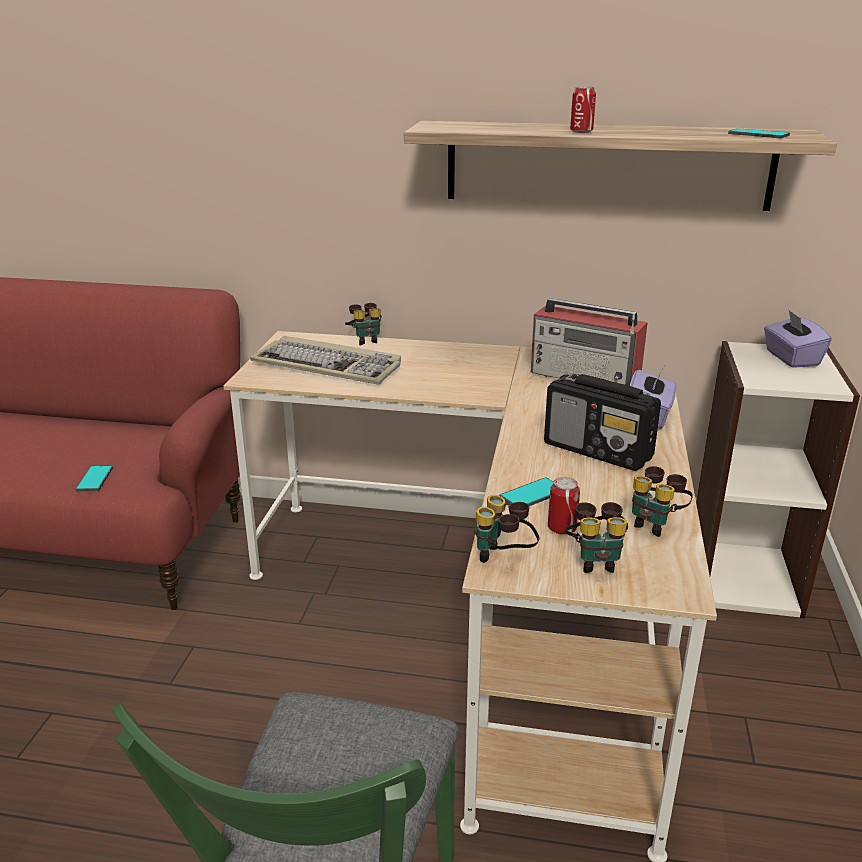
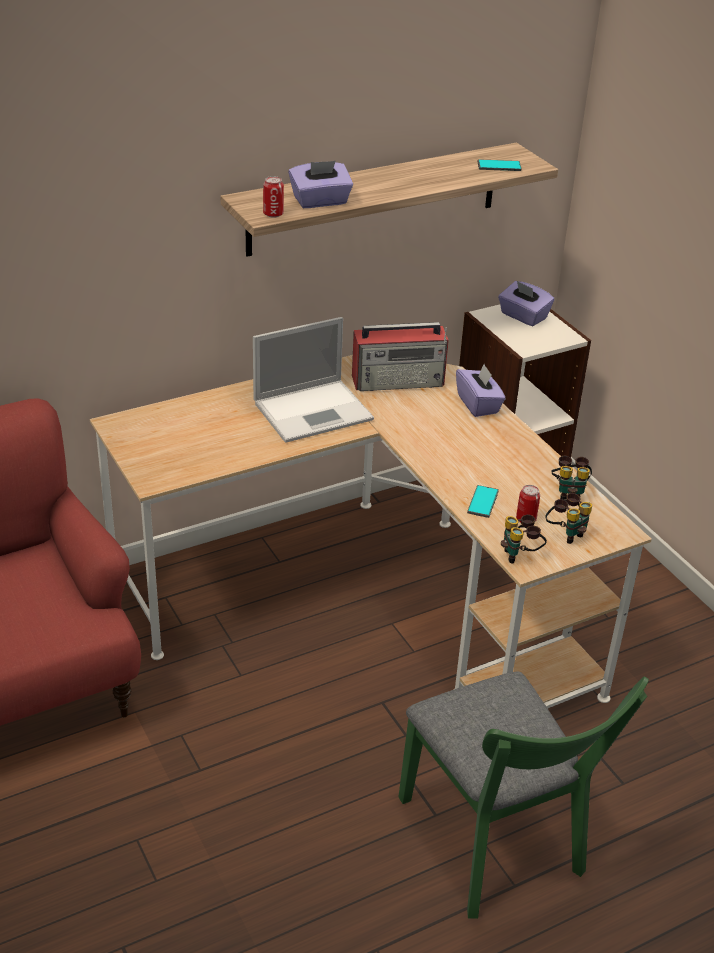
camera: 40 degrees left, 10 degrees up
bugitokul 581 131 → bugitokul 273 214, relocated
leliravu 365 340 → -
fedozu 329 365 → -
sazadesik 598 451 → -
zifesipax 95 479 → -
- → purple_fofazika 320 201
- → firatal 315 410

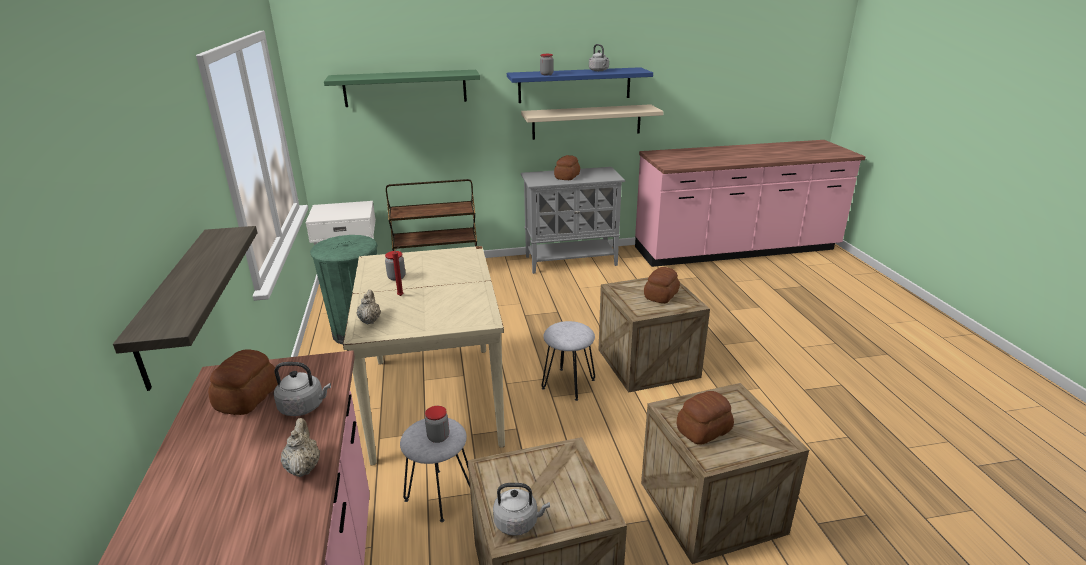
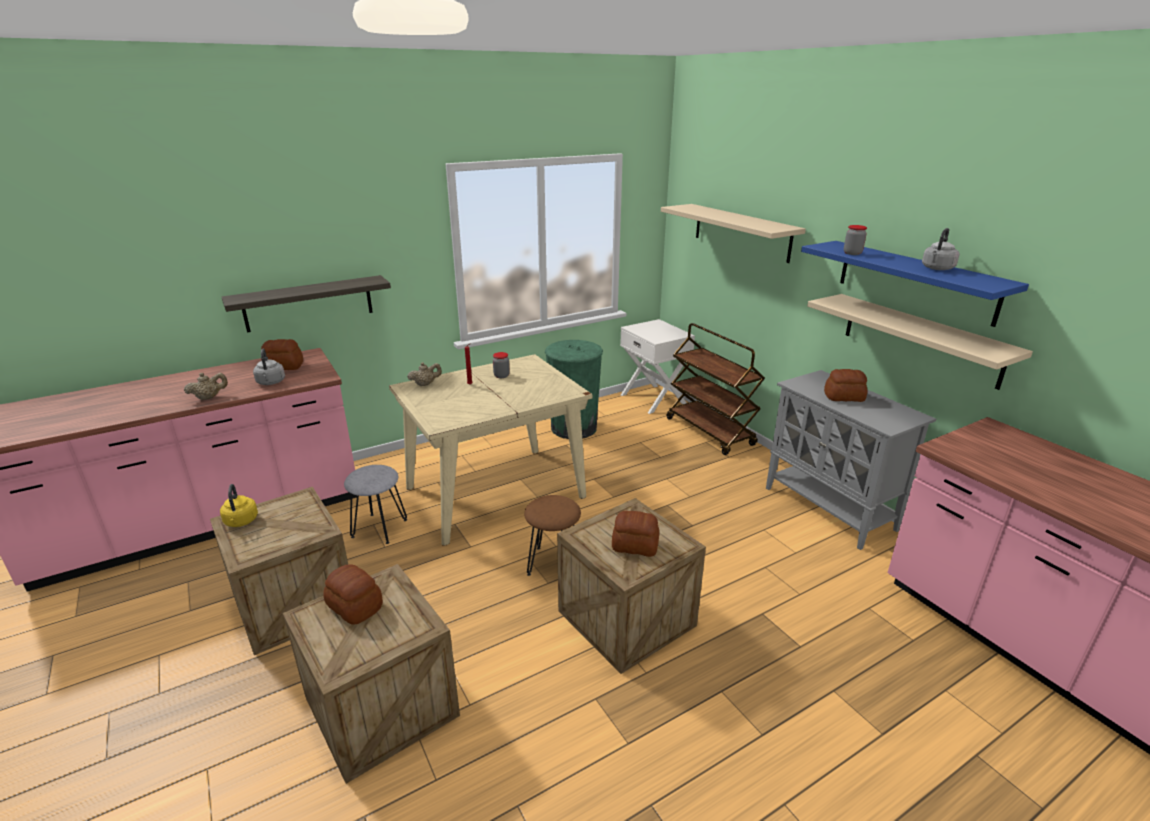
camera: 70 degrees right, 0 degrees up
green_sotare 405 88 → beige_sotare 741 232
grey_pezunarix 569 384 → brown_pezunarix 553 563
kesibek 438 437 → -
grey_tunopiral 518 522 → yellow_tunopiral 241 522

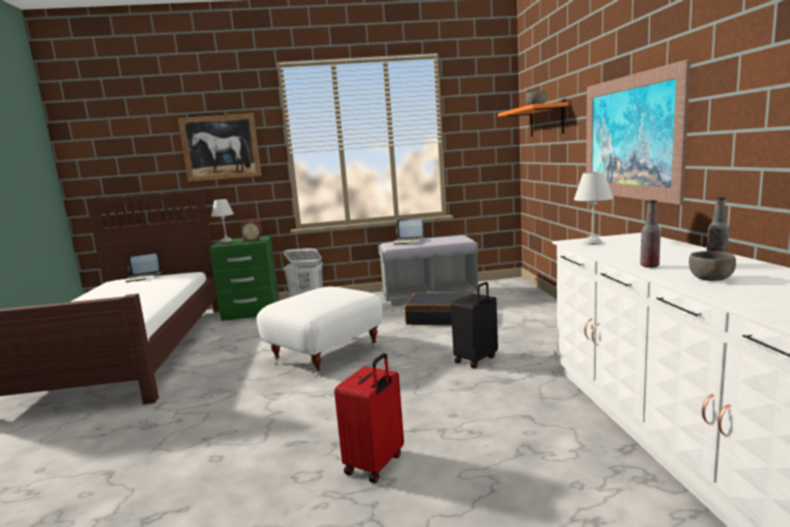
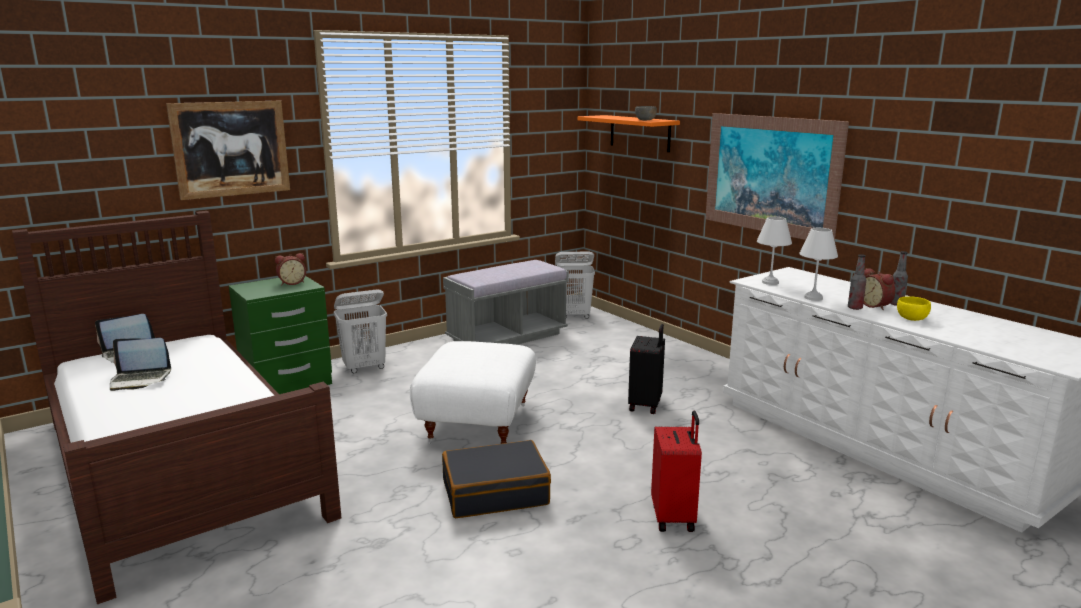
camera: 30 degrees left, 5 degrees up
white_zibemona 226 241 → white_zibemona 814 298, relocated
firatal 408 241 → firatal 140 380, relocated
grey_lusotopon 711 279 → yellow_lusotopon 912 318
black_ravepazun 438 318 → black_ravepazun 495 492, relocated
- → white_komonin 574 316
- → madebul 875 306

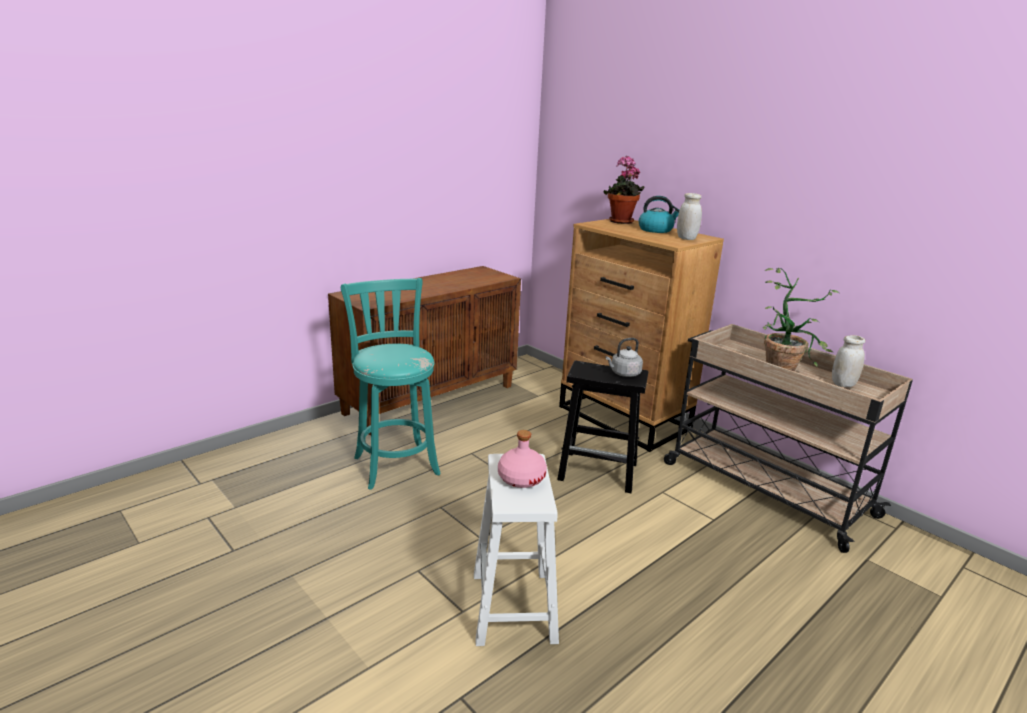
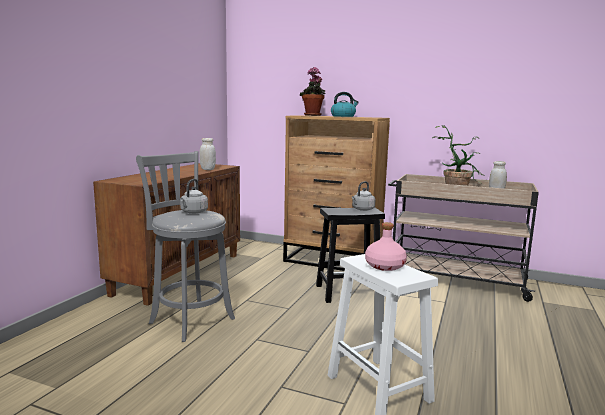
camera: 25 degrees left, 10 degrees down
white_kesibek 686 238 → white_kesibek 207 169, relocated
turquoise_pezunarix 395 463 → grey_pezunarix 189 319
- → grey_tunopiral 193 212

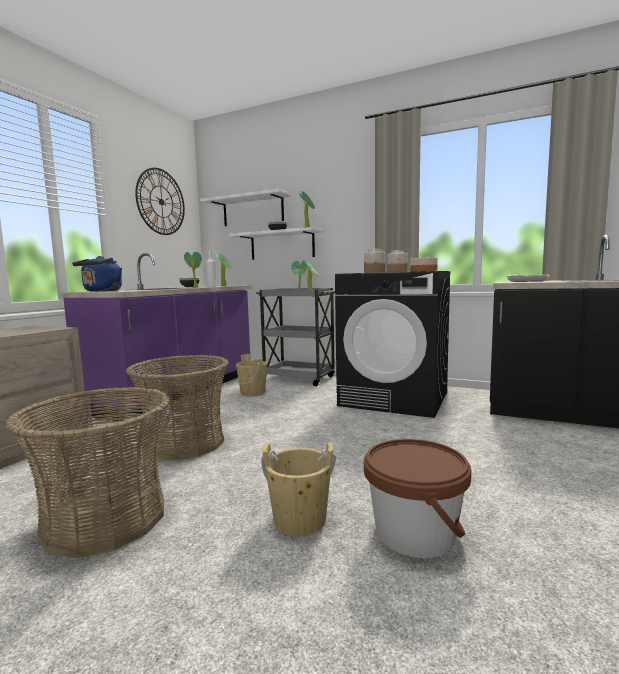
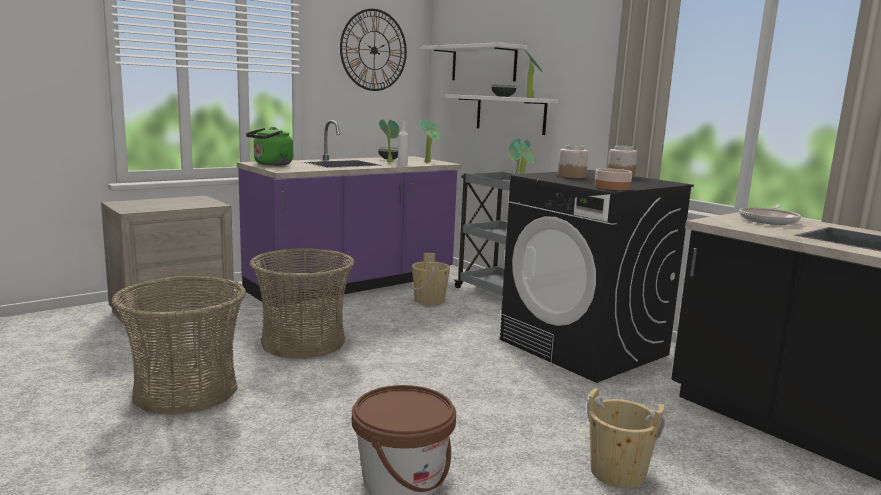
camera: 25 degrees right, 5 degrees up
blue_tunopiral 101 291 → green_tunopiral 271 164
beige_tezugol 300 520 → beige_tezugol 617 472, relocated

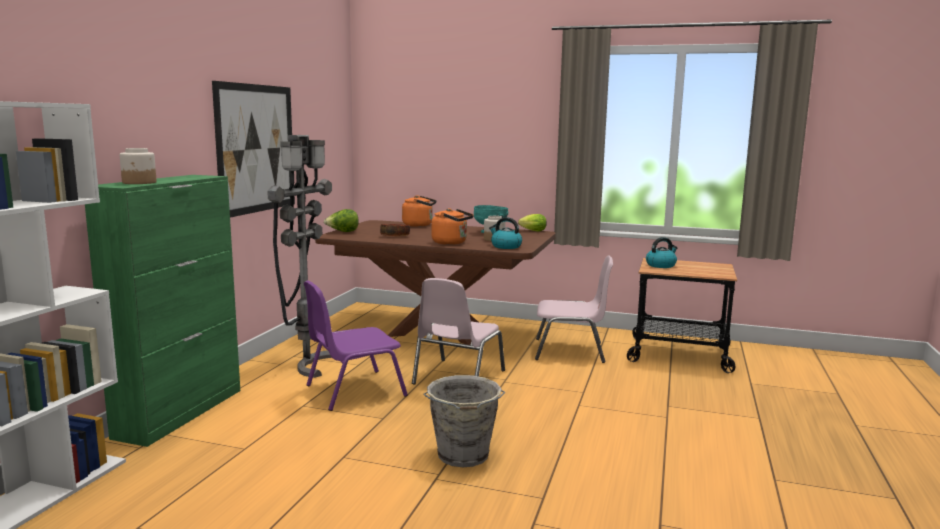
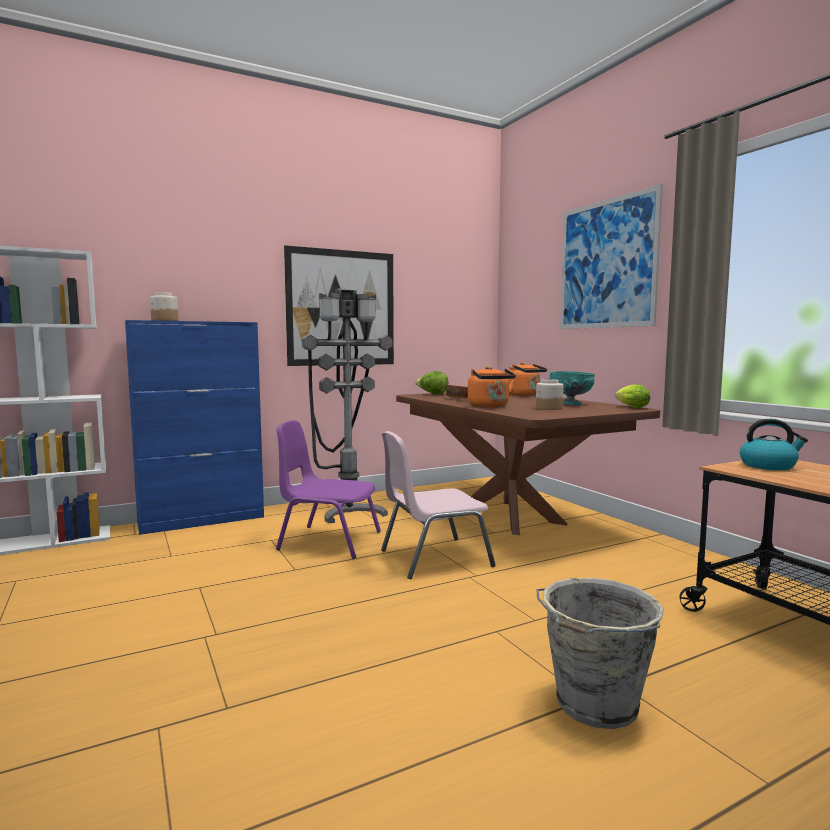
camera: 45 degrees right, 5 degrees down
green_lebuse 181 412 → blue_lebuse 202 520
tunopiral 505 246 → -
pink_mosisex 570 351 → -
grey_tezugol 463 456 → grey_tezugol 595 705, relocated
- → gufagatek 606 264

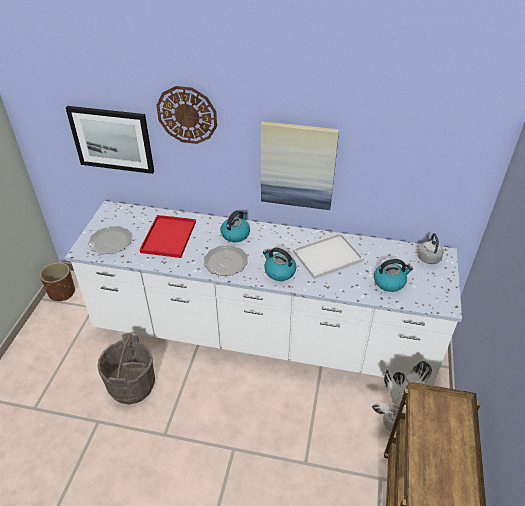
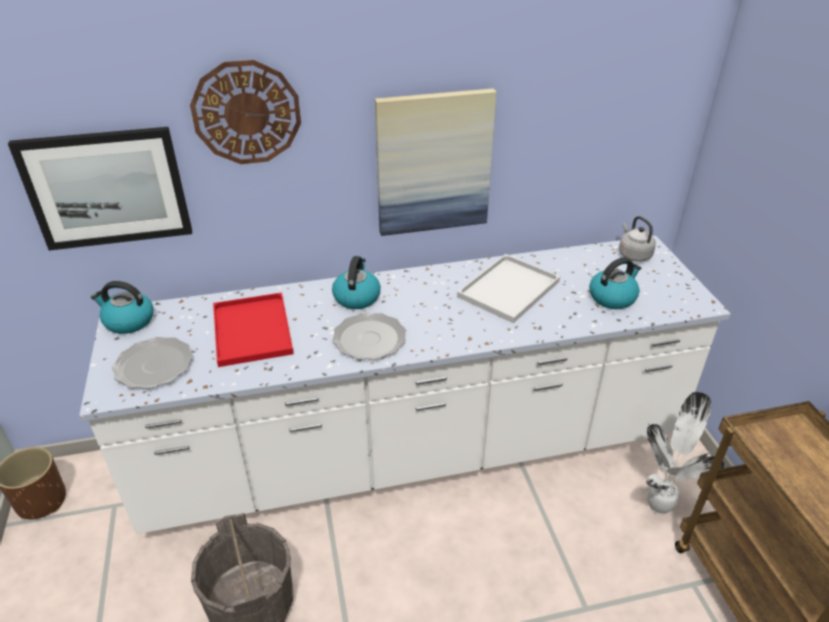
camera: 25 degrees left, 5 degrees down
tunopiral 279 272 → tunopiral 128 321, relocated

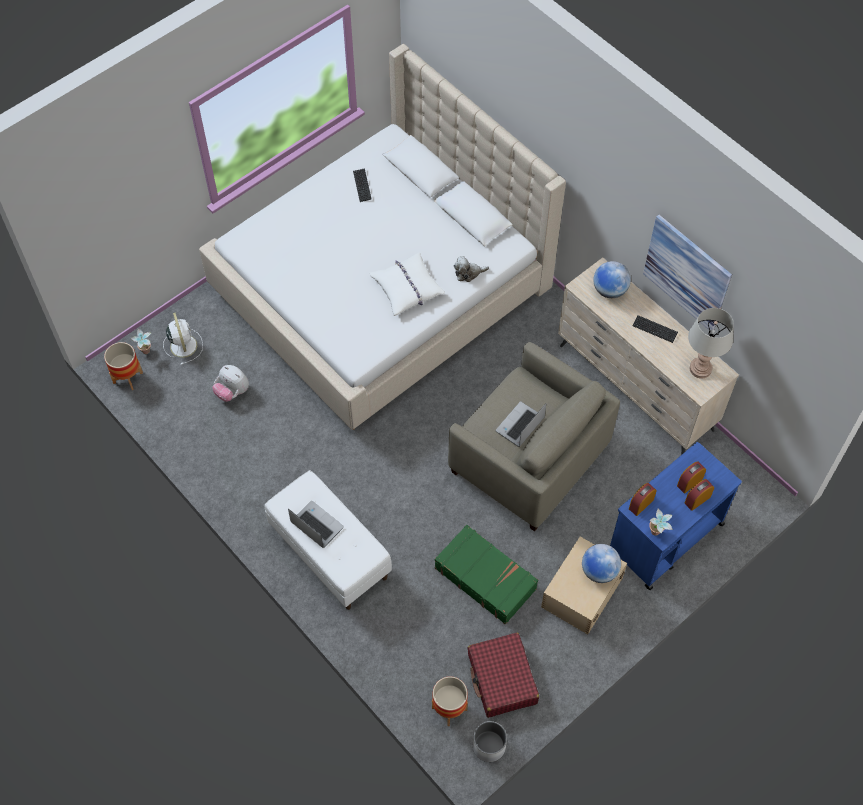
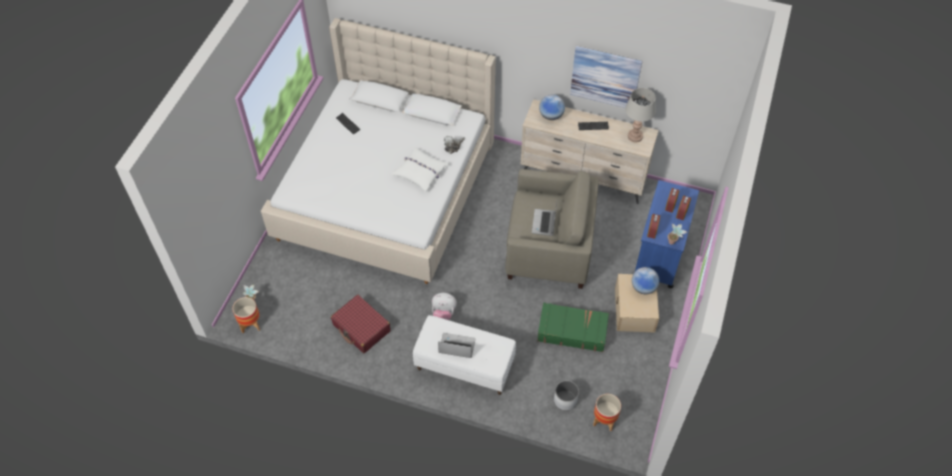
camera: 30 degrees left, 5 degrees down
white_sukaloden 183 345 → -
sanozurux 232 392 → sanozurux 444 313, relocated
red_ravepazun 502 679 → red_ravepazun 361 328, relocated
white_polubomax 489 746 → white_polubomax 565 400, relocated

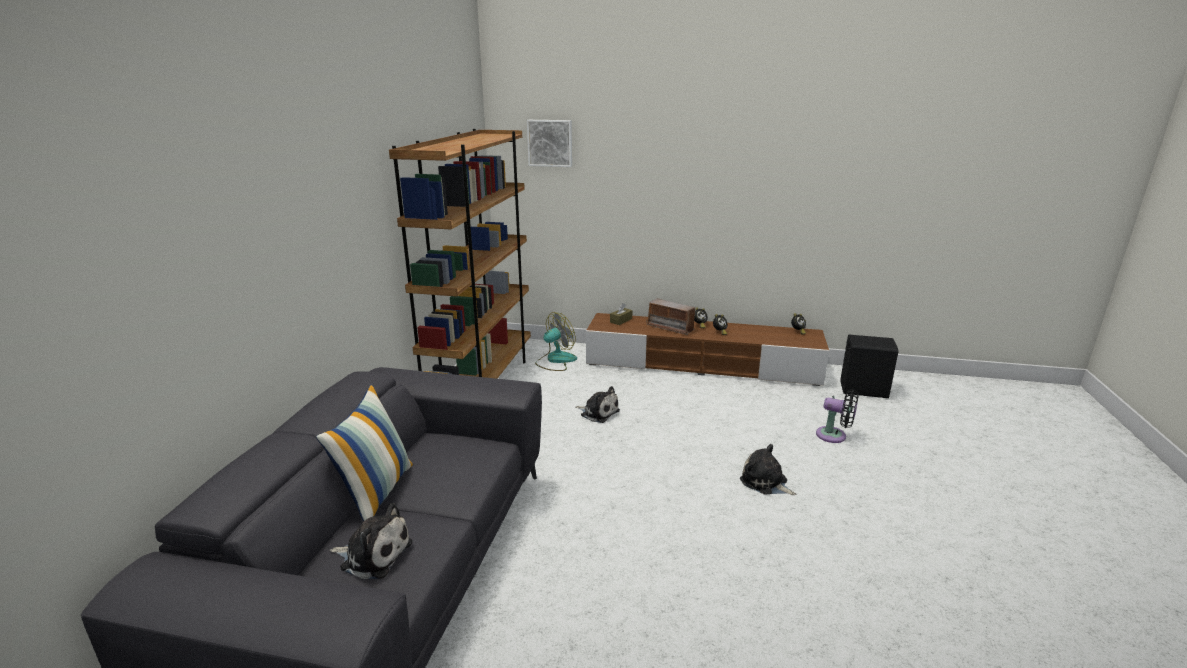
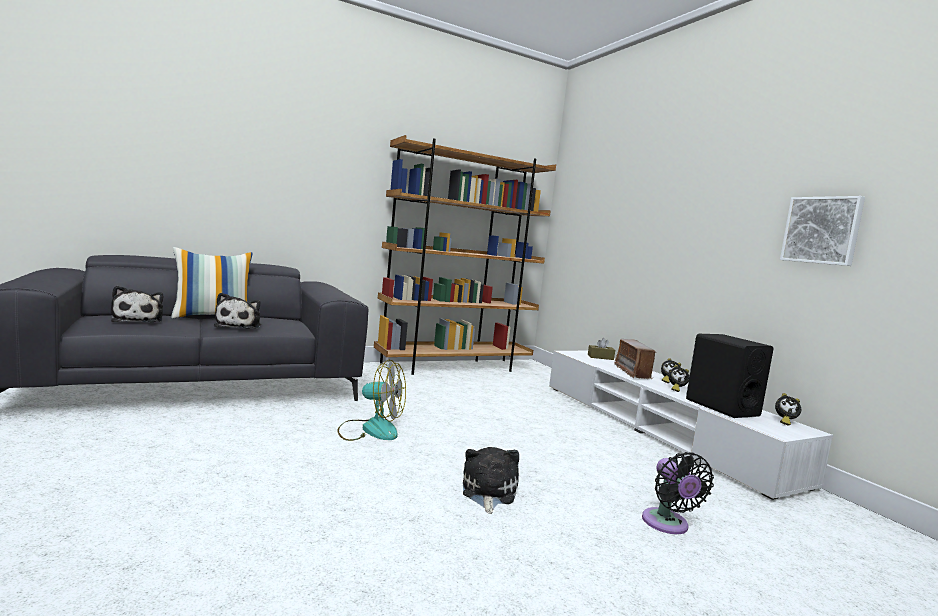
camera: 50 degrees right, 15 degrees down
gufagatek 550 143 → gufagatek 822 230, relocated
sukaloden 555 360 → sukaloden 370 429, relocated
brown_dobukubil 702 365 → white_dobukubil 657 429
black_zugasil 863 389 → black_zugasil 721 407, relocated
sanozurux 598 412 → sanozurux 240 326, relocated

